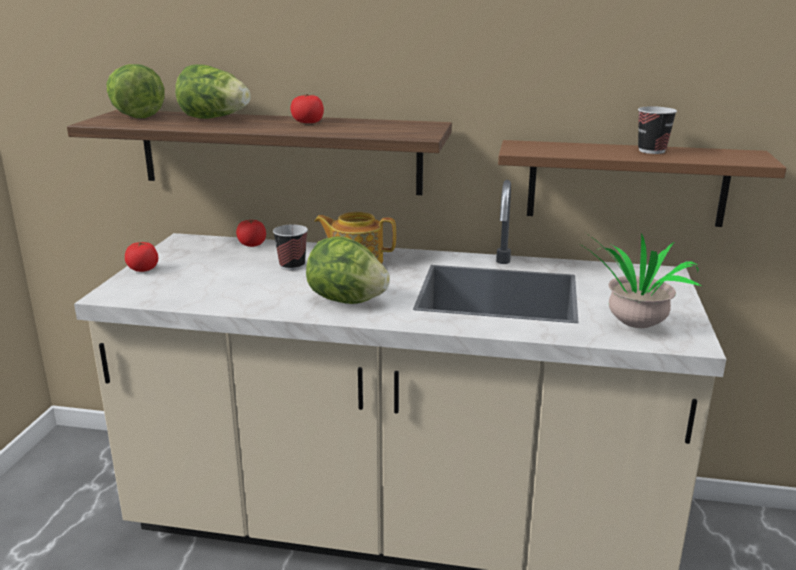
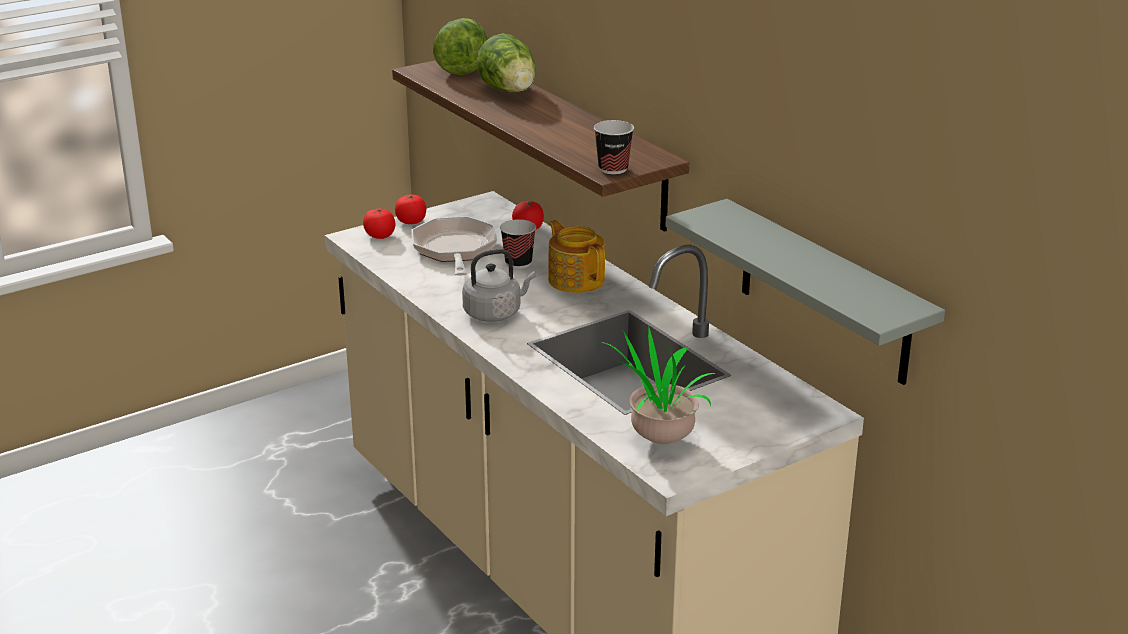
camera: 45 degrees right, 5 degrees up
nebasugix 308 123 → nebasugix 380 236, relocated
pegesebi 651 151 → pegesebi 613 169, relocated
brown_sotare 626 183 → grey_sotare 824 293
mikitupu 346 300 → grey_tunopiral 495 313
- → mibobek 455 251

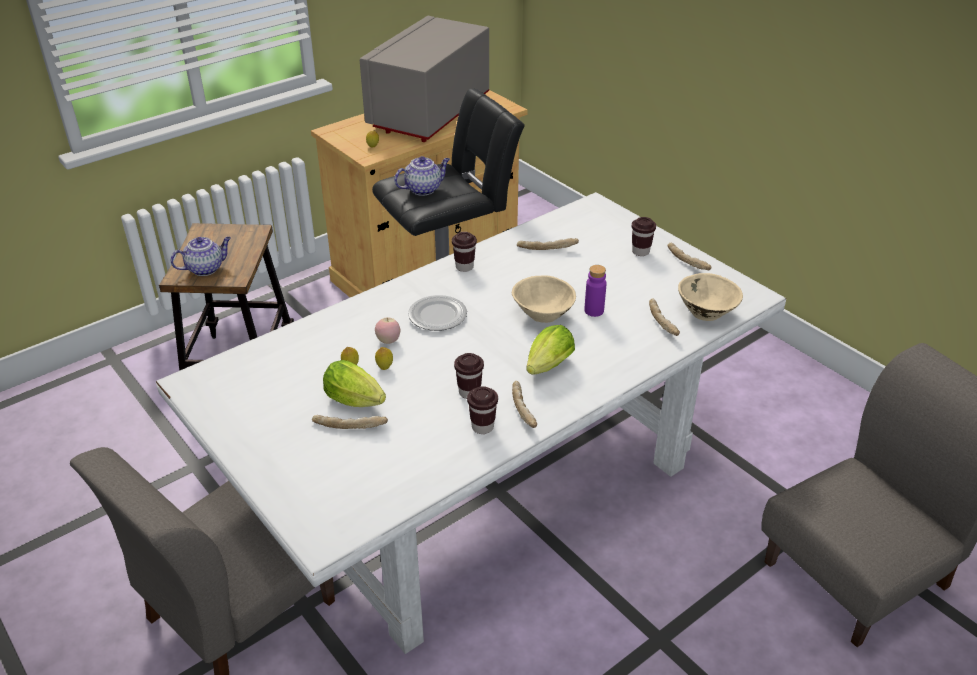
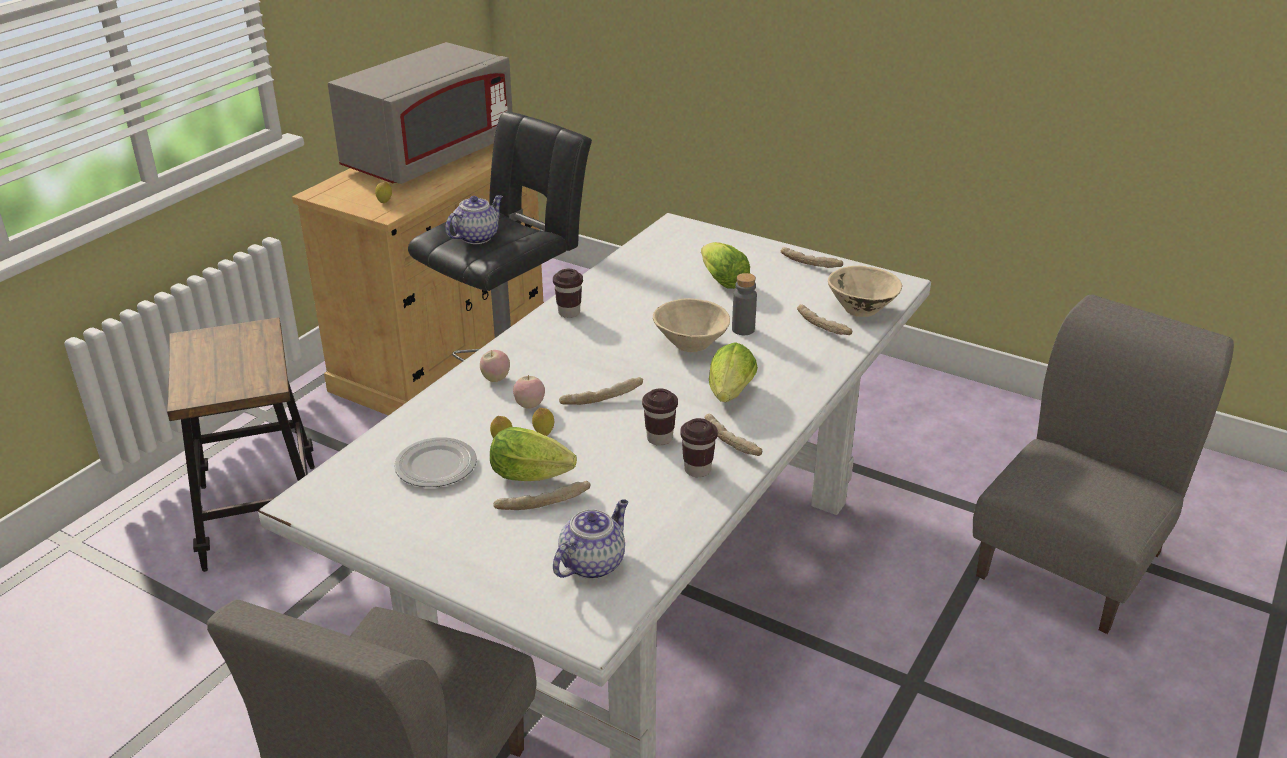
camera: 20 degrees left, 5 degrees down
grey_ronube 429 113 → grey_ronube 430 157, 150 degrees counterclockwise
brown_pegesebi 640 252 → -
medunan 206 268 → medunan 592 563, relocated
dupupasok 547 248 → dupupasok 601 398, relocated
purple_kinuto 594 311 → grey_kinuto 743 329
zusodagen 438 316 → zusodagen 437 466, relocated
- → mikitupu 721 280
- → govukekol 496 379

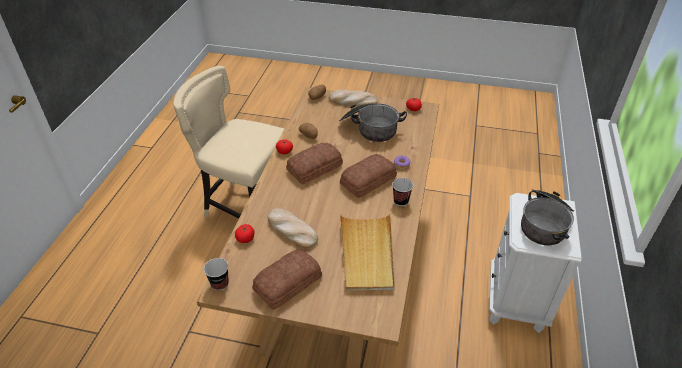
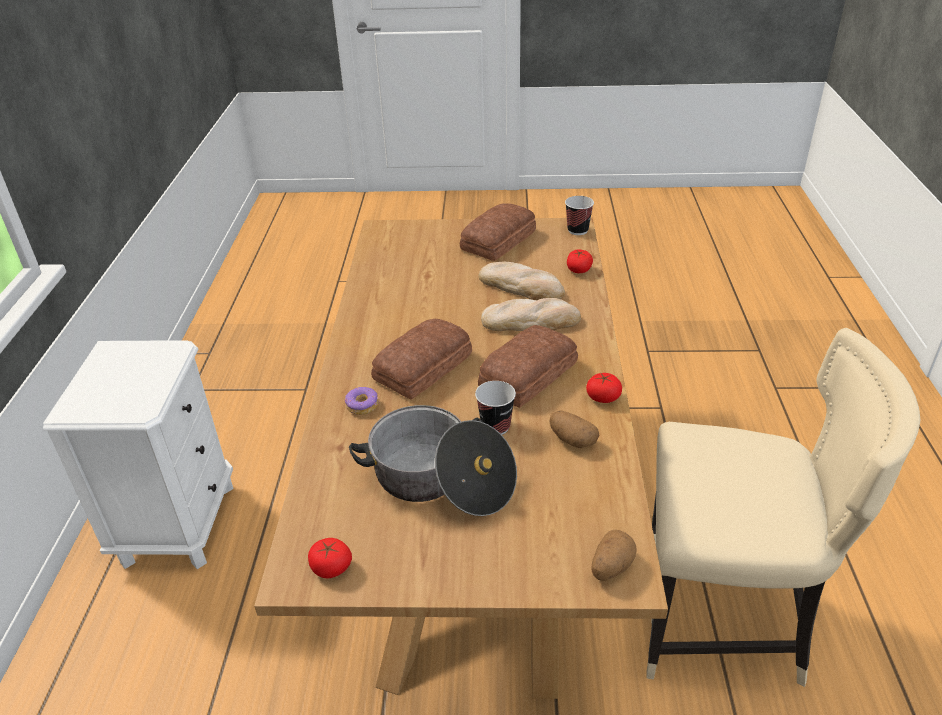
camera: 170 degrees right, 5 degrees down
dupupasok 352 101 → dupupasok 530 320, relocated
pegesebi 401 201 → pegesebi 495 426, relocated
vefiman 544 224 → -
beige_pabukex 367 254 → -

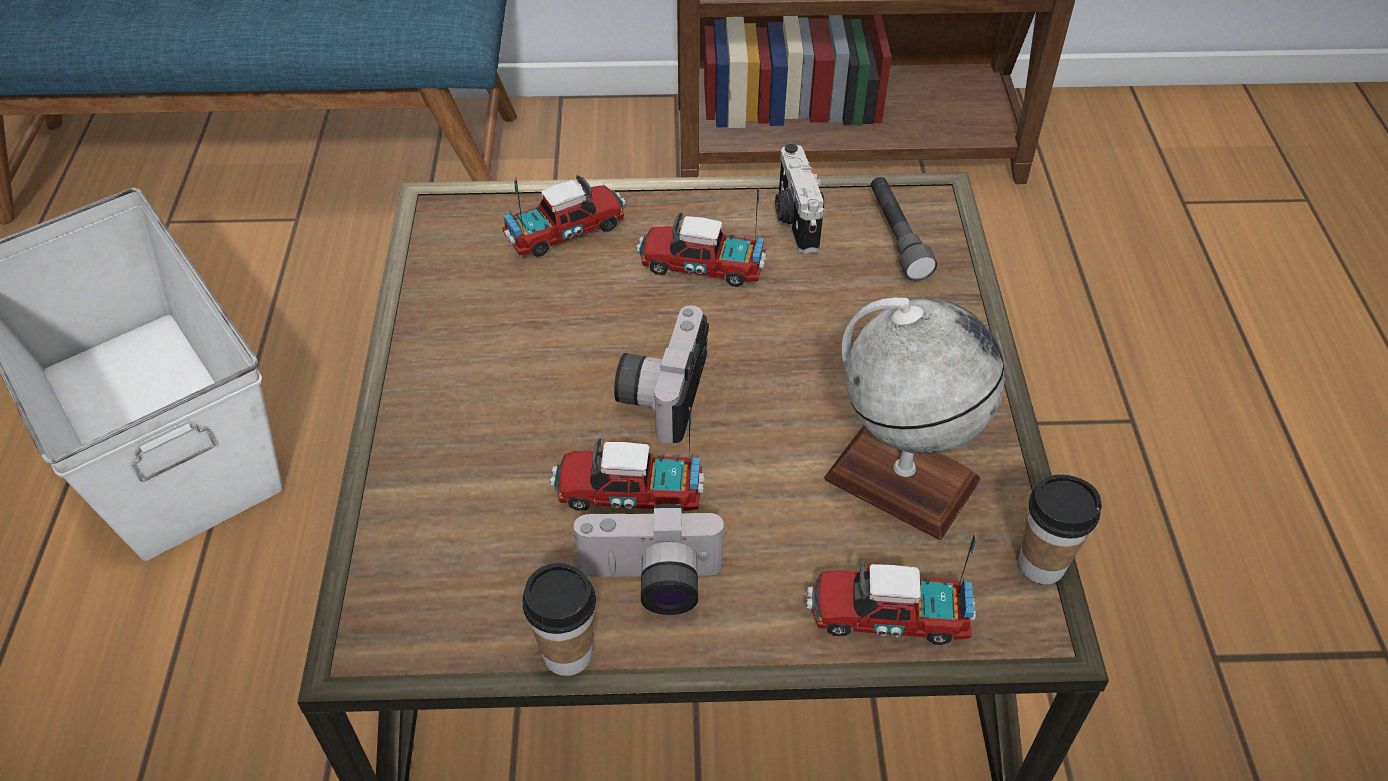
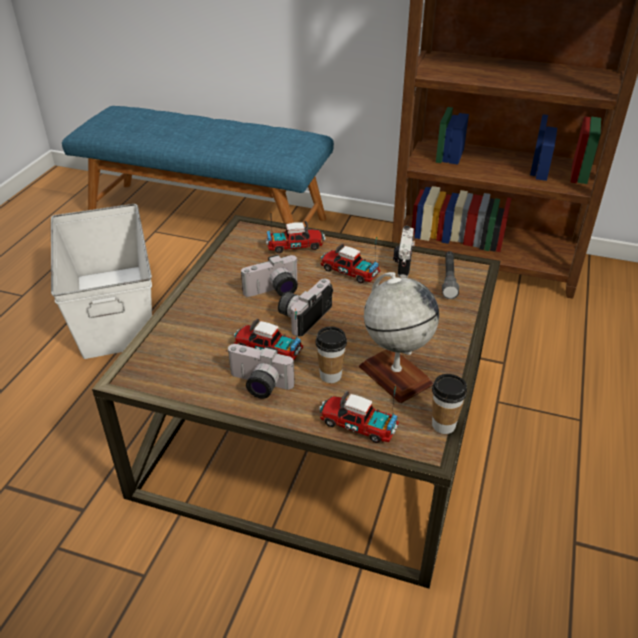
camera: 20 degrees right, 10 degrees down
pegesebi 567 654 → pegesebi 330 375, relocated
- → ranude 274 292

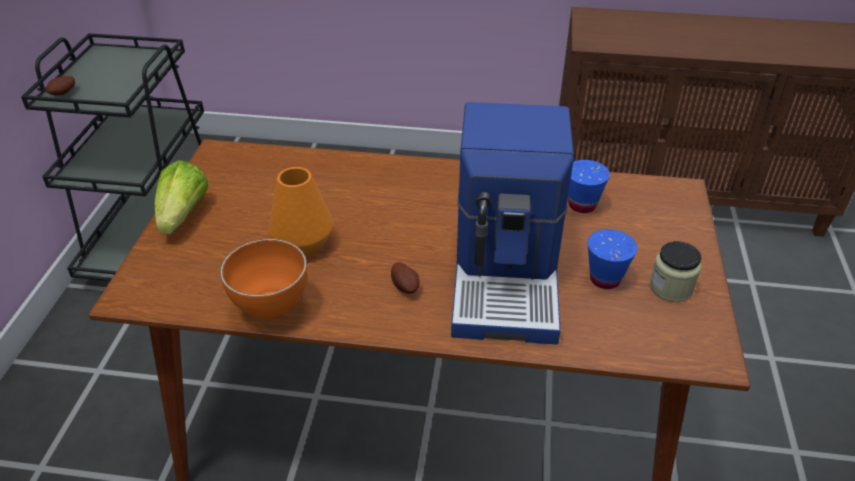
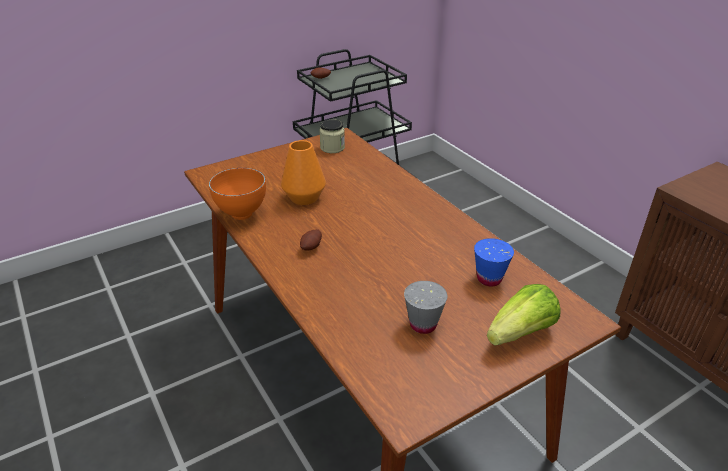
camera: 50 degrees right, 5 degrees down
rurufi 508 276 → -
mikitupu 183 215 → mikitupu 521 333, relocated
blue_pegesebi 605 279 → grey_pegesebi 423 324
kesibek 671 287 → kesibek 332 148, relocated

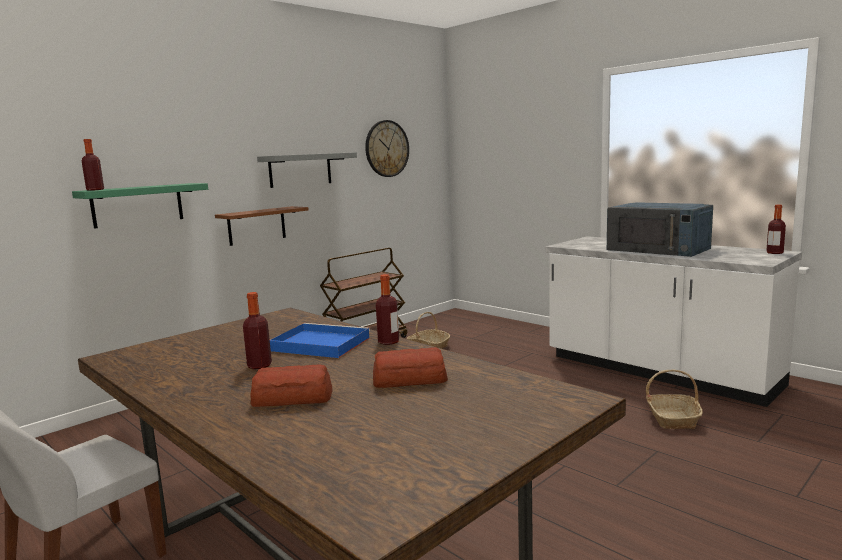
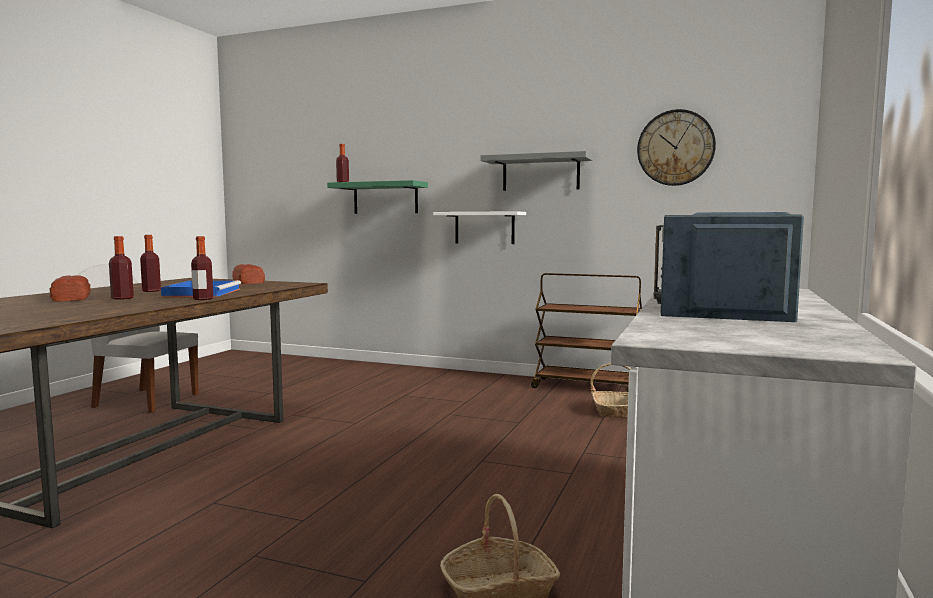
camera: 65 degrees right, 5 degrees down
kinuto 774 253 → kinuto 122 298, relocated
brown_sotare 256 225 → white_sotare 484 228
dupupasok 408 379 → dupupasok 248 282, relocated

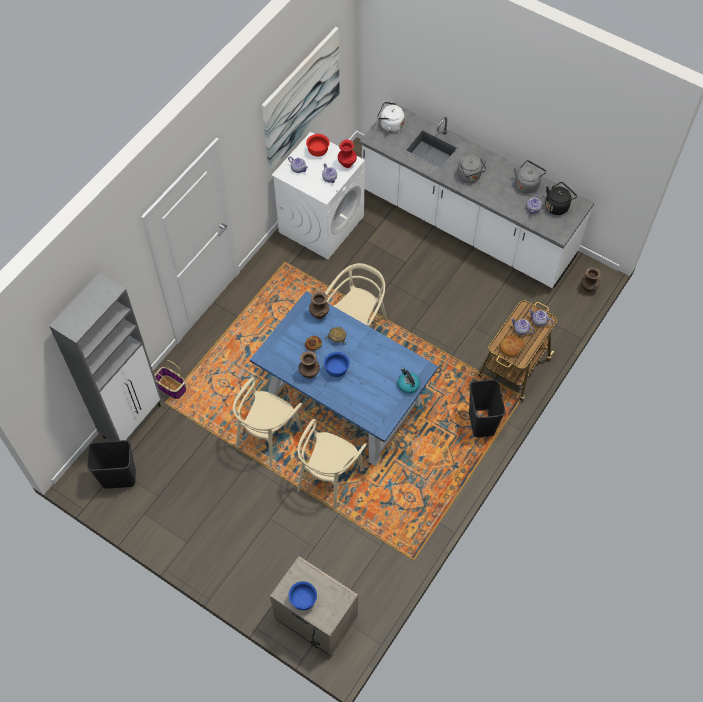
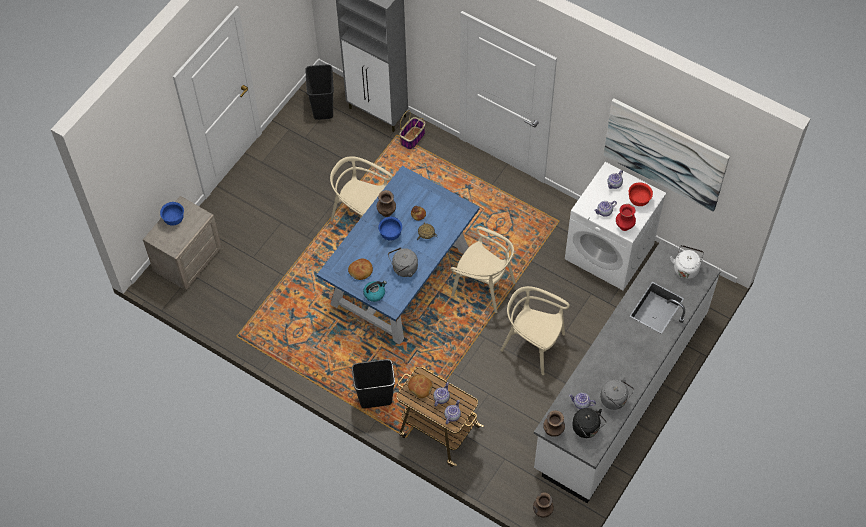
camera: 90 degrees right, 0 degrees up
grey_tunopiral 470 176 → grey_tunopiral 403 269, relocated
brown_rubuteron 319 314 → brown_rubuteron 553 431, relocated
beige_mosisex 329 477 → beige_mosisex 532 345, relocated
- → dupupasok 361 271

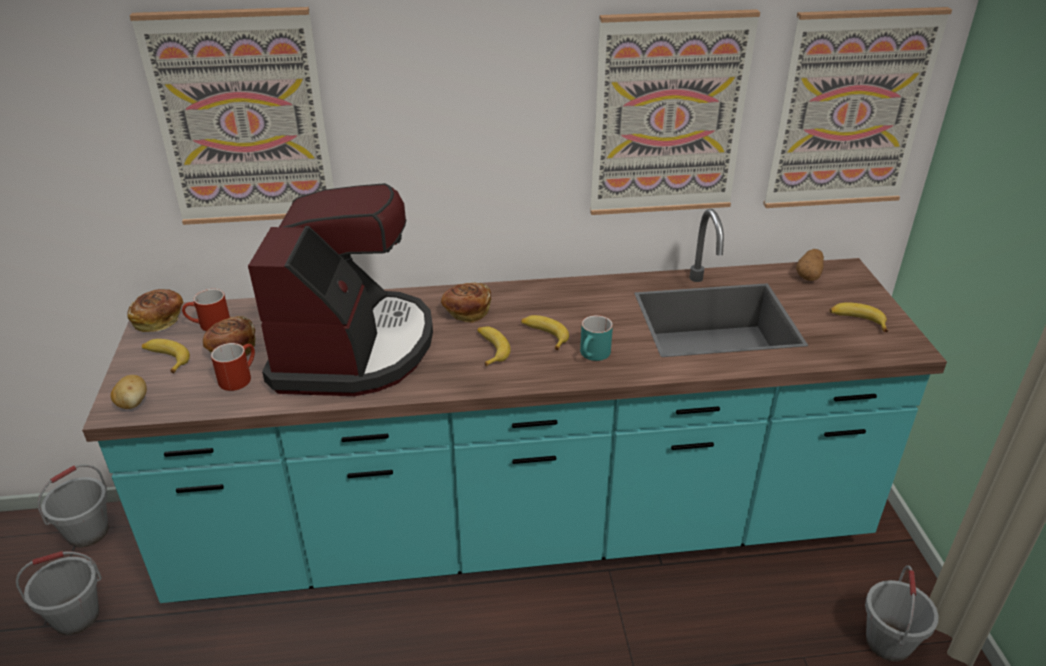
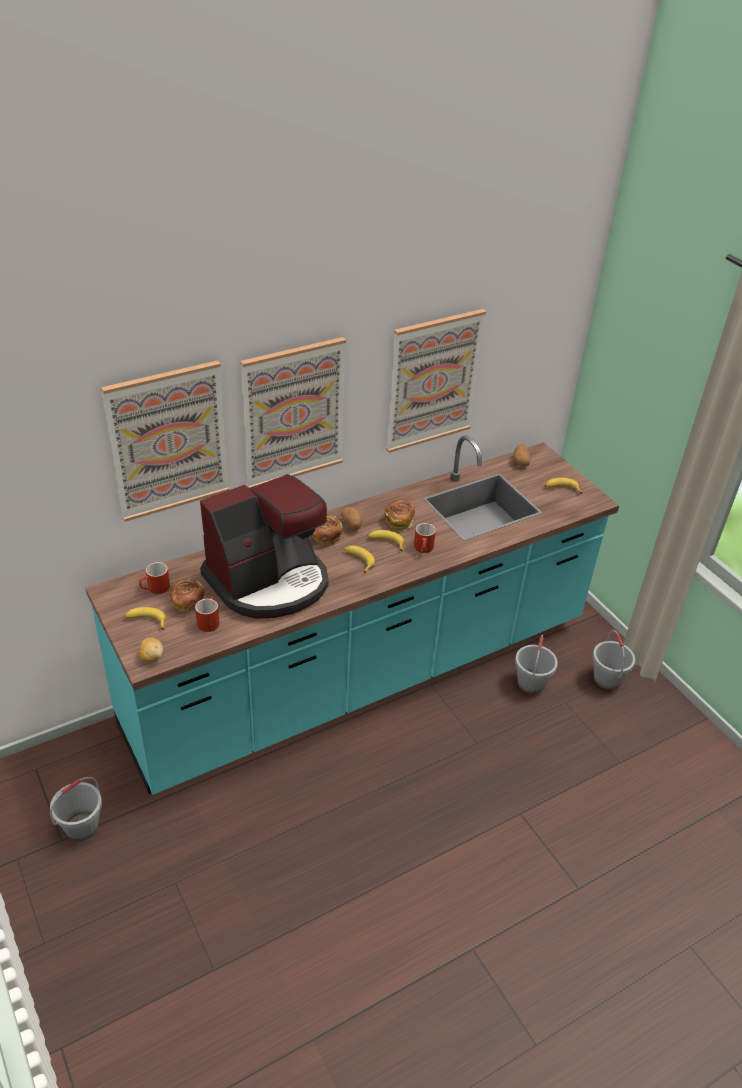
camera: 25 degrees left, 5 degrees up
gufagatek 849 111 → gufagatek 293 413, relocated
rurufi 352 348 → rurufi 269 581, 75 degrees clockwise
dupupasok 159 320 → dupupasok 399 521, relocated
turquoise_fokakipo 593 355 → red_fokakipo 424 549
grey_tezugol 88 533 → grey_tezugol 531 683, relocated
- → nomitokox 352 525

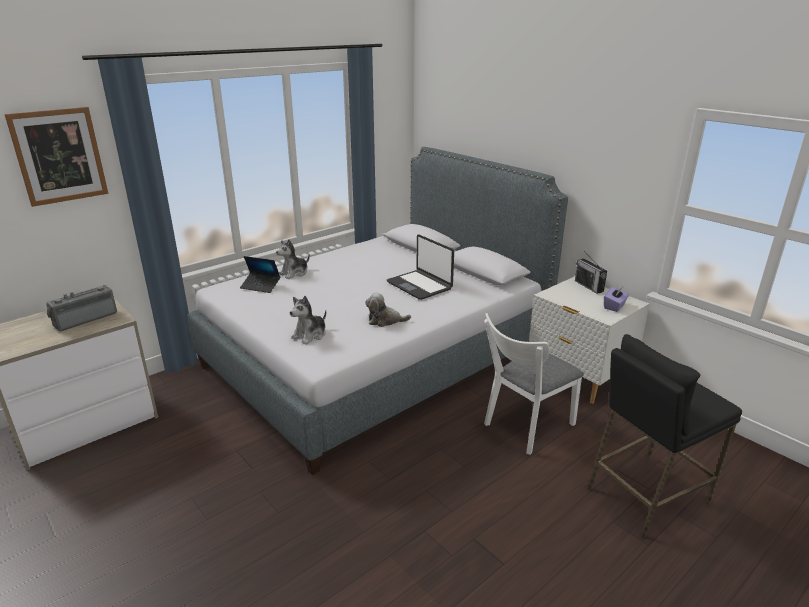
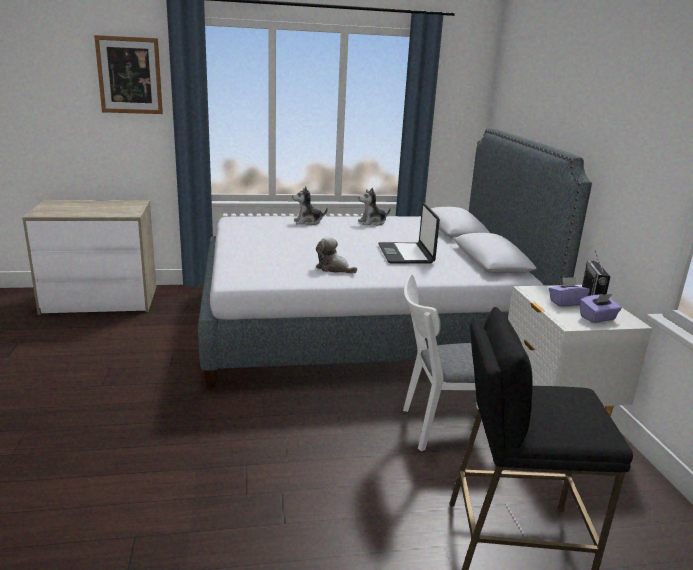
camera: 30 degrees right, 5 degrees down
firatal 260 286 → -
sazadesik 85 318 → -
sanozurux 310 335 → sanozurux 372 222, relocated
- → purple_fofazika 566 303

